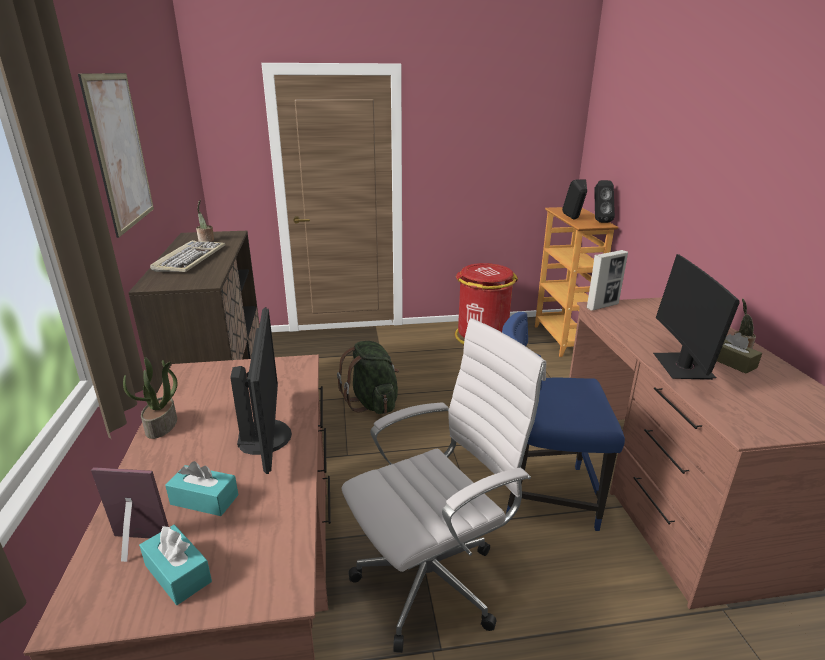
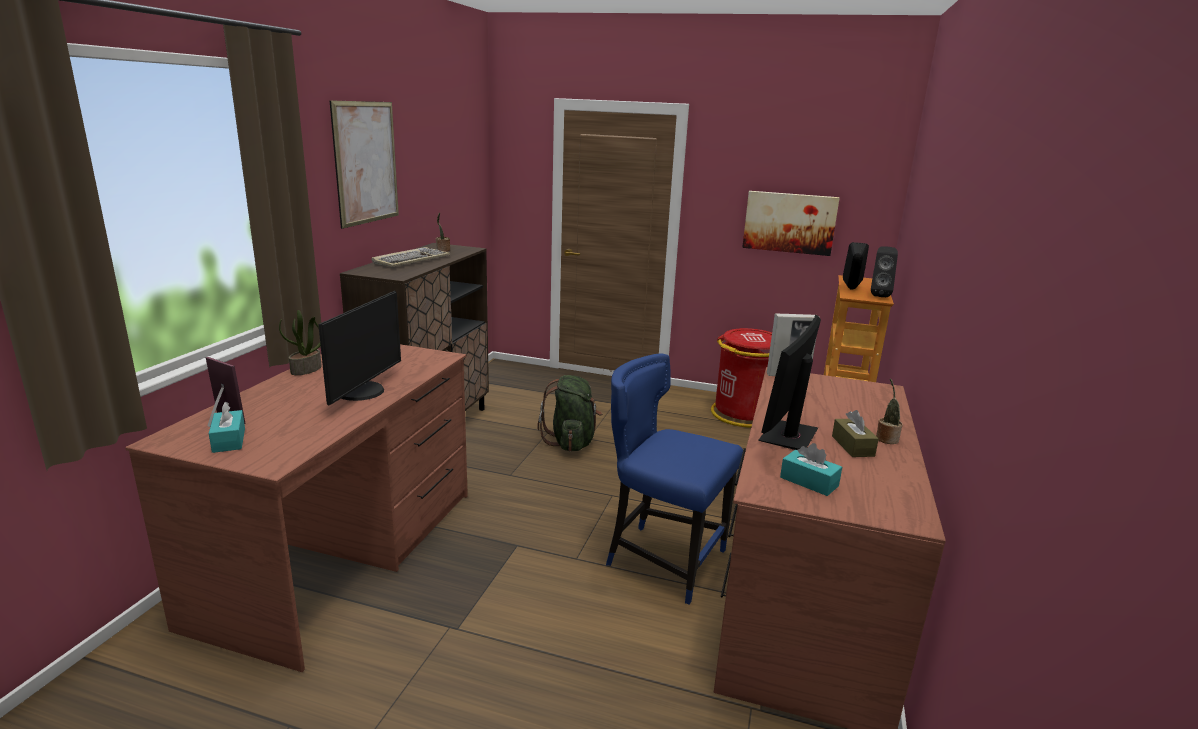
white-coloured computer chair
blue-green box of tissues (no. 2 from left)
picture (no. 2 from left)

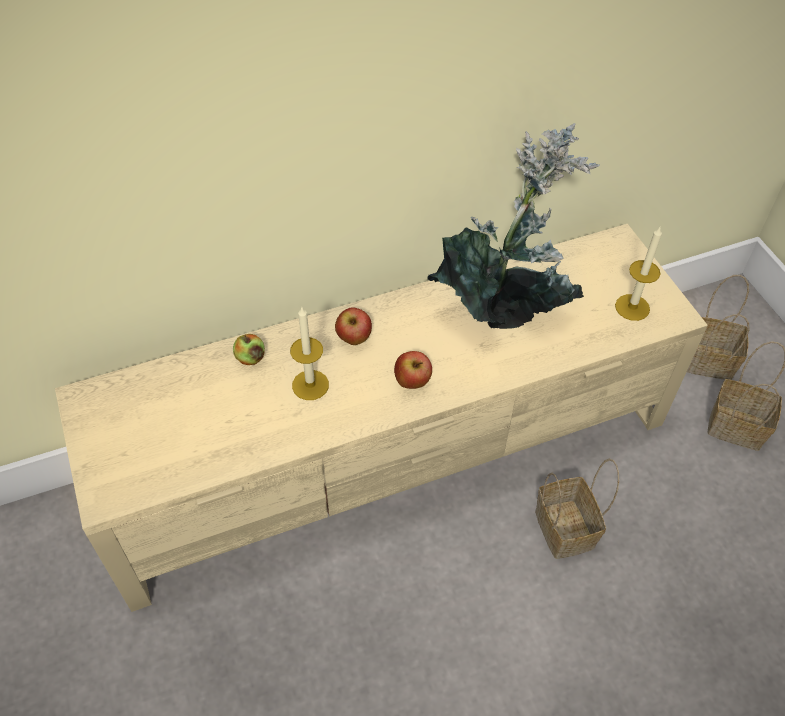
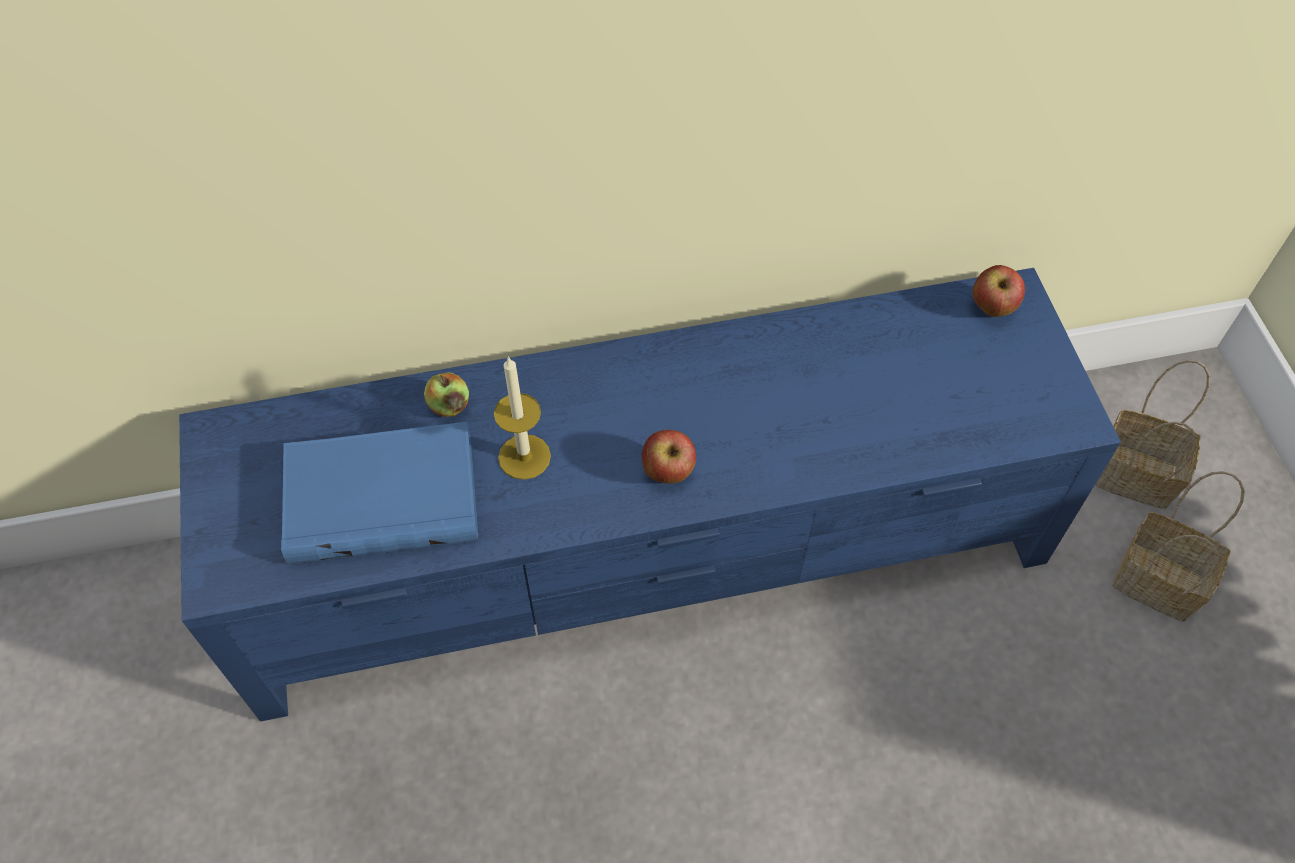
potted plant
bluish tv unit
wax light (no. 2 from left in the first image)
whole apple (no. 3 from left)
household basket (no. 1 from left in the first image)
bluish volume

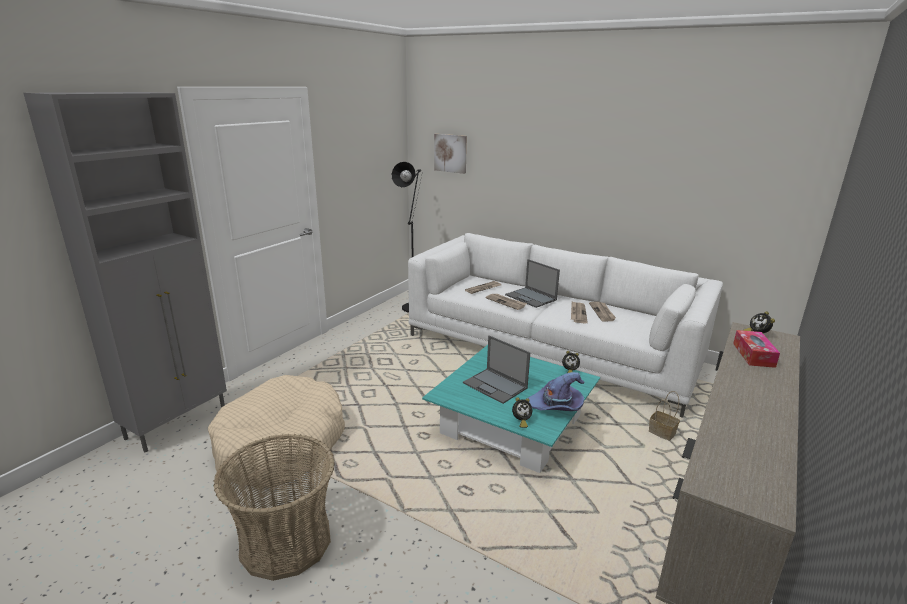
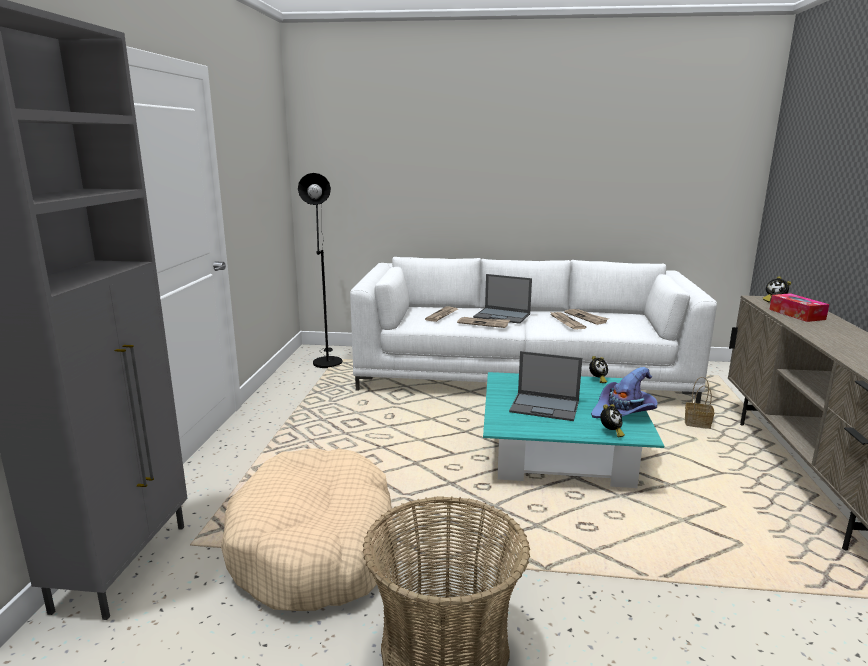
picture

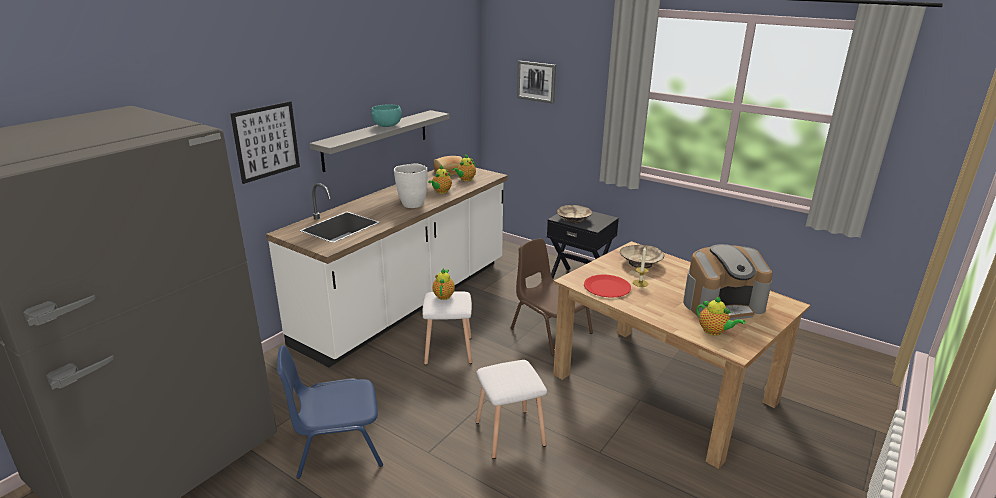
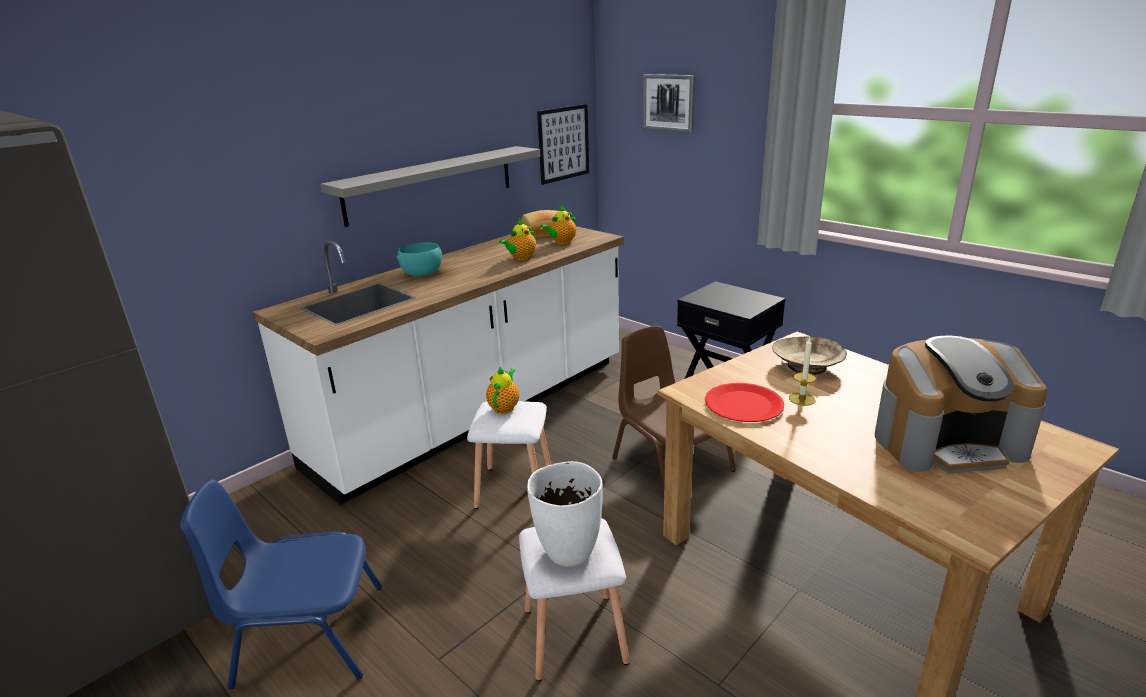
picture (no. 1 from left)
blue-green deep dish
white-coloured decorative vase
sand-coloured deep dish (no. 1 from left in the first image)
pot for tea (no. 4 from left in the first image)

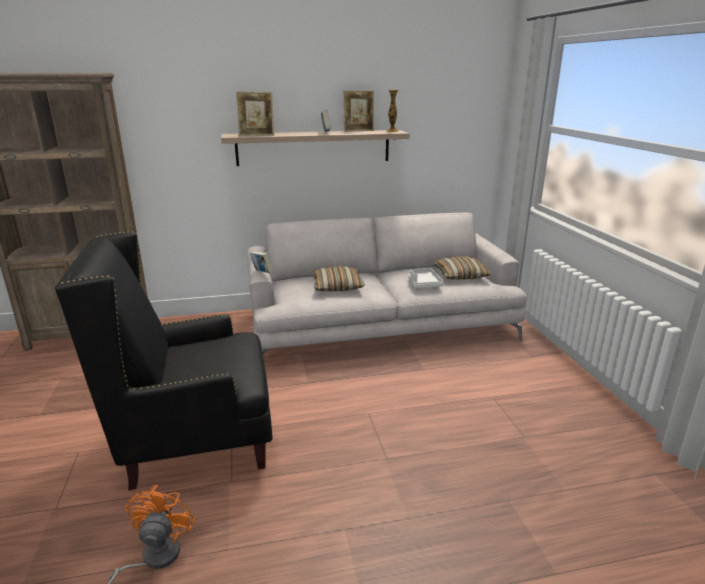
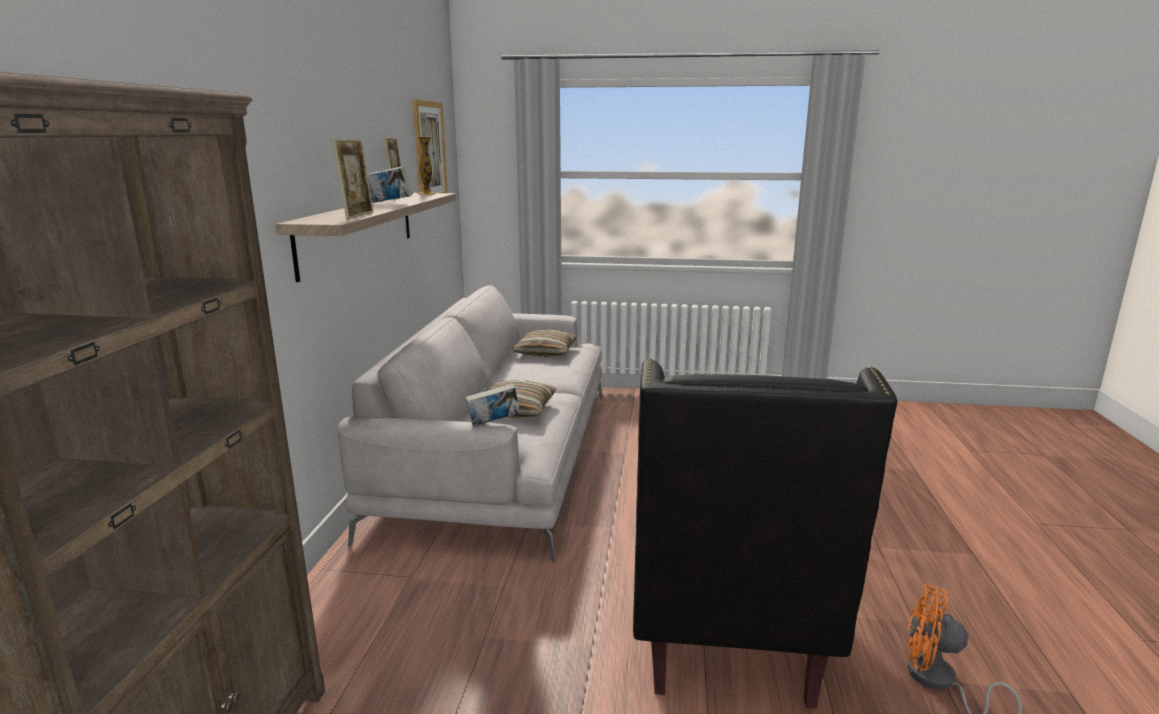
grey tray
picture

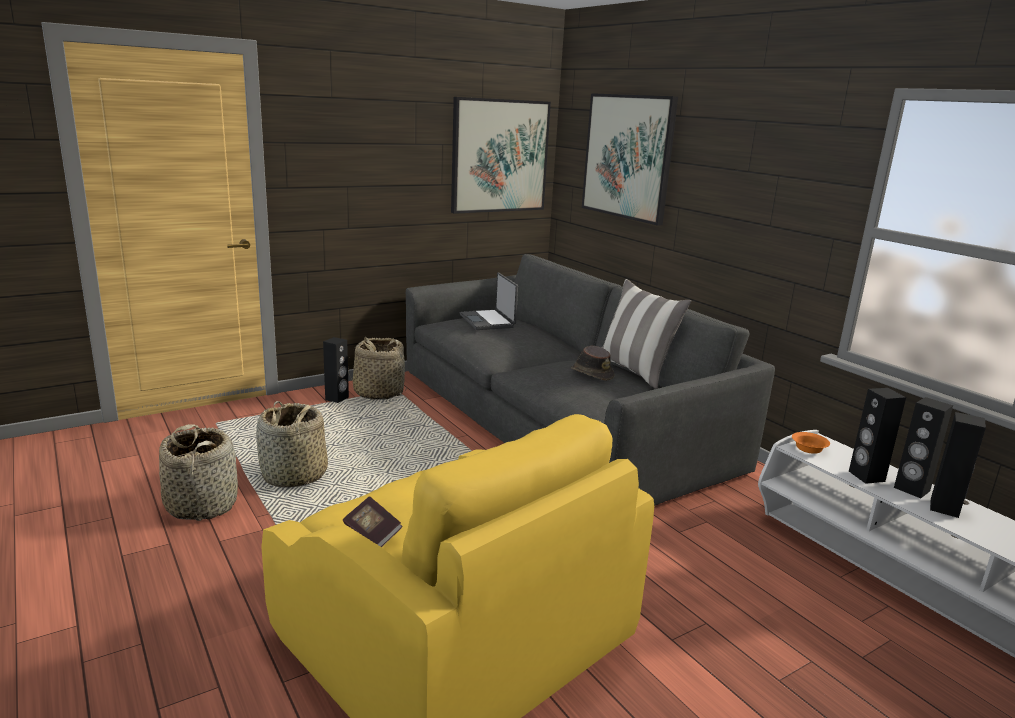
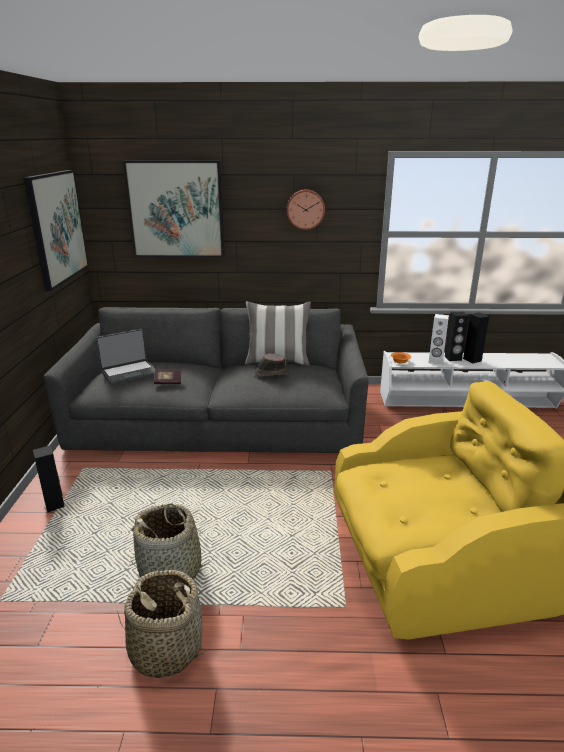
notebook computer
household basket (no. 3 from left in the first image)
white-coloured loudspeaker
volume
wall clock

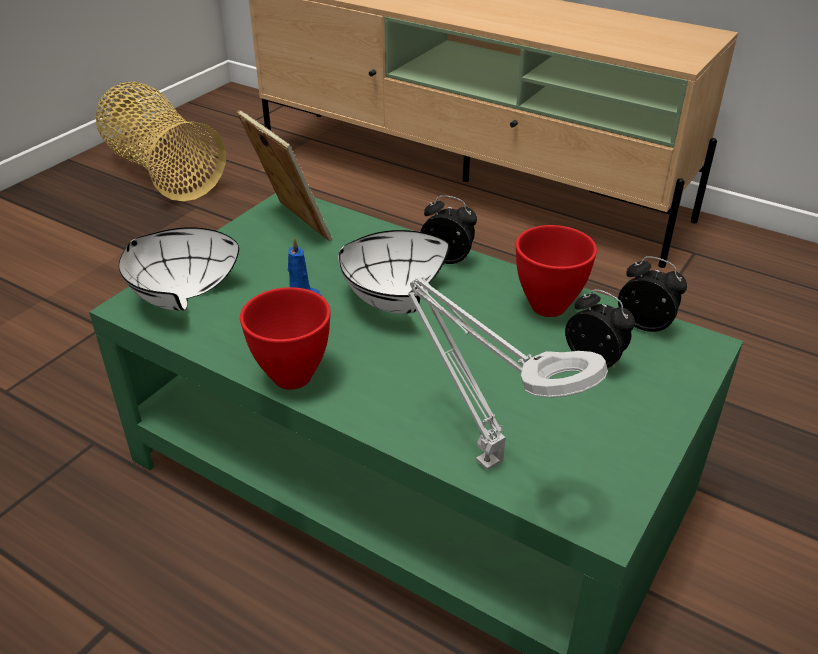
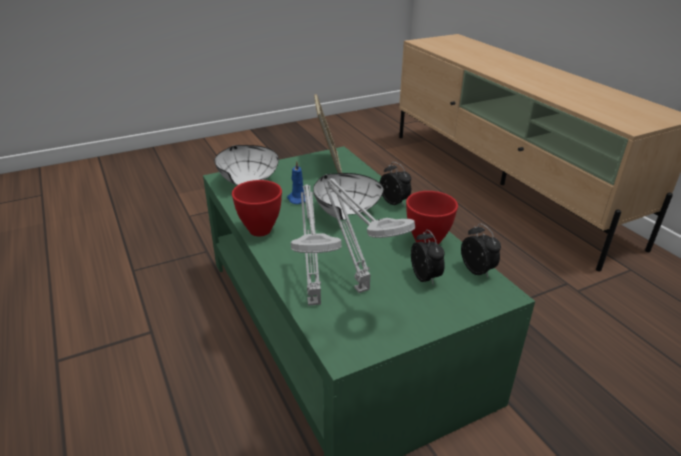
household basket
grey table lamp (no. 2 from left)

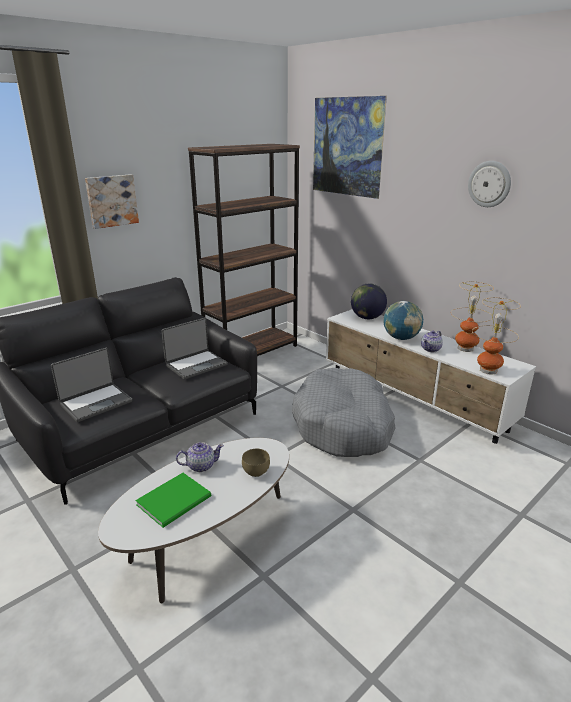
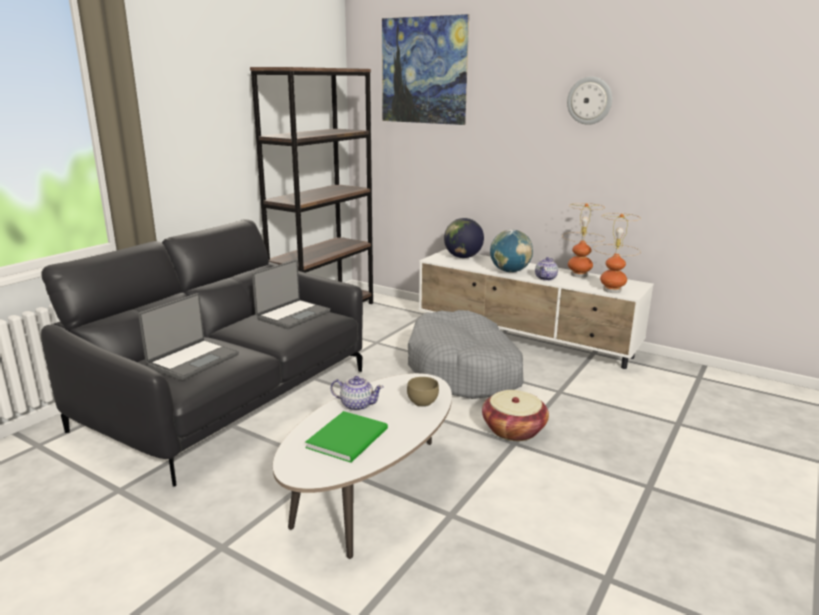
picture (no. 1 from left in the first image)
pot for tea (no. 1 from left)
household basket

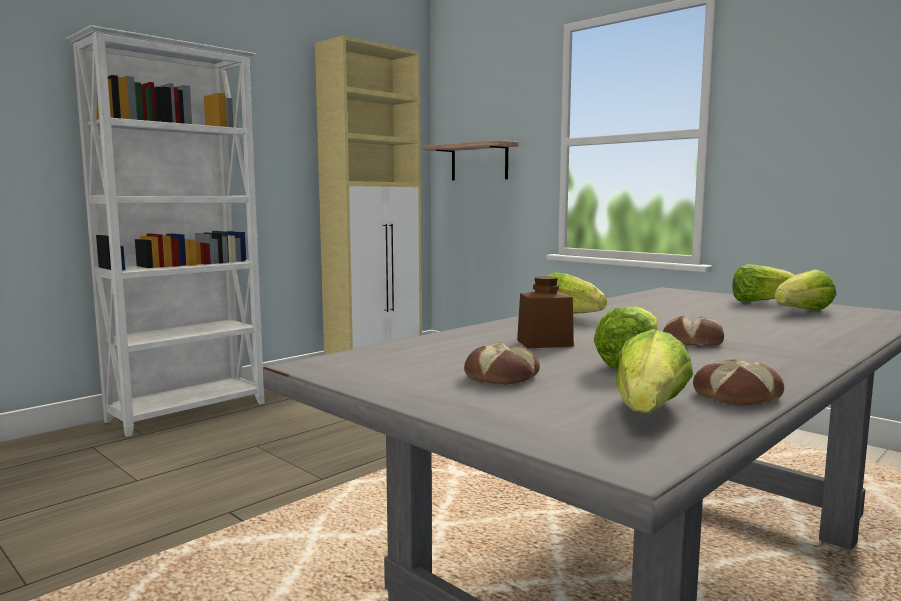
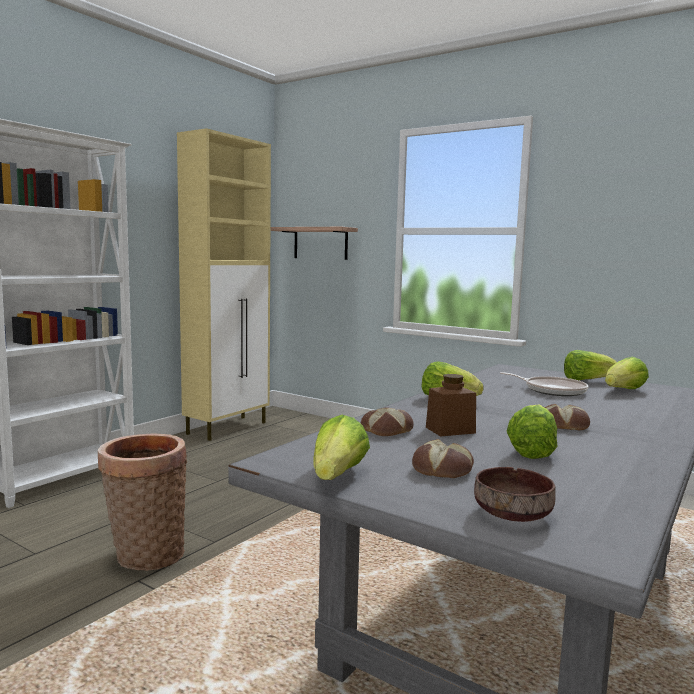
lettuce (no. 1 from left)
bakery bread (no. 1 from left)
frying pan
household basket
brownish deep dish

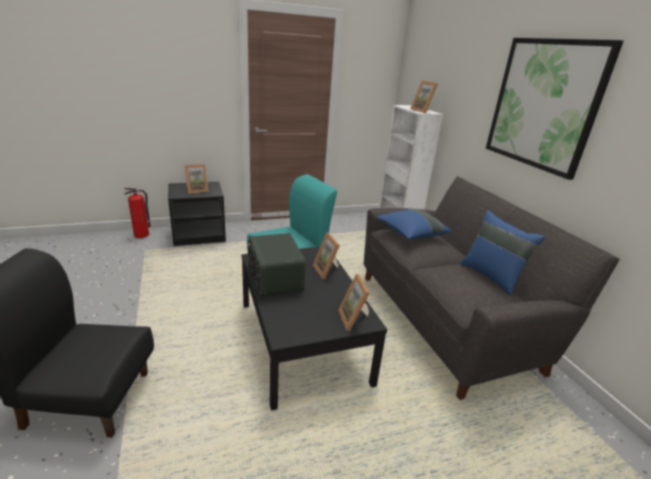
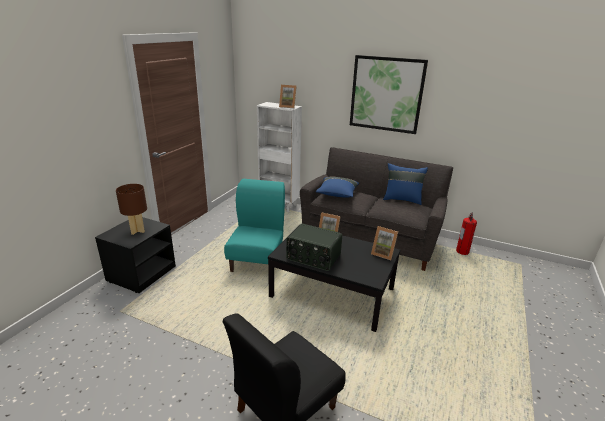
brownish table lamp
extinguisher

